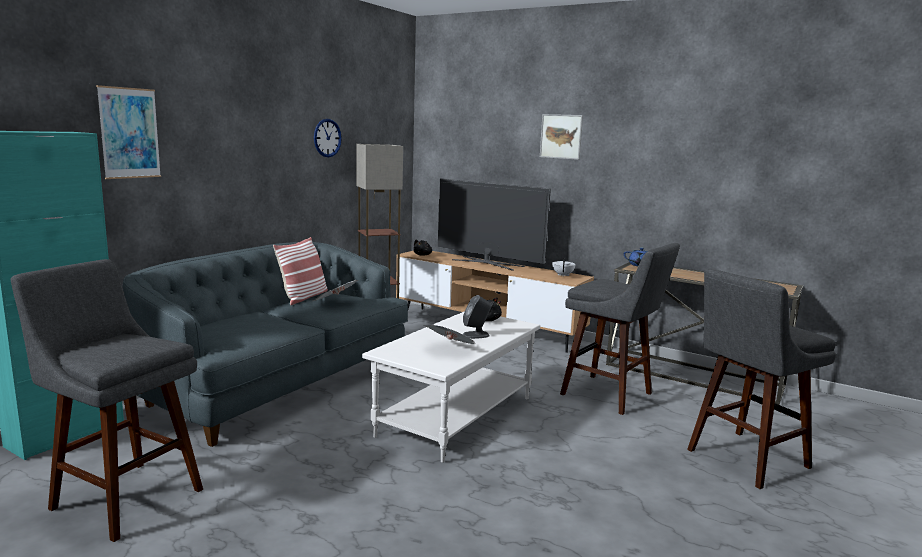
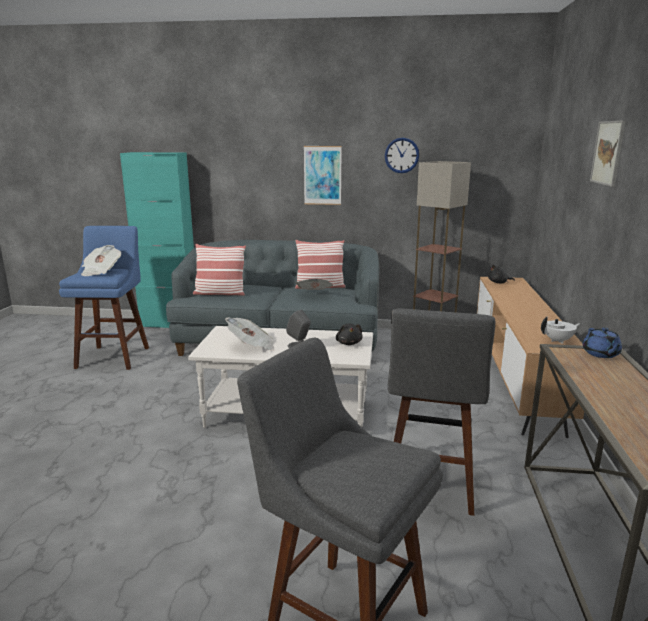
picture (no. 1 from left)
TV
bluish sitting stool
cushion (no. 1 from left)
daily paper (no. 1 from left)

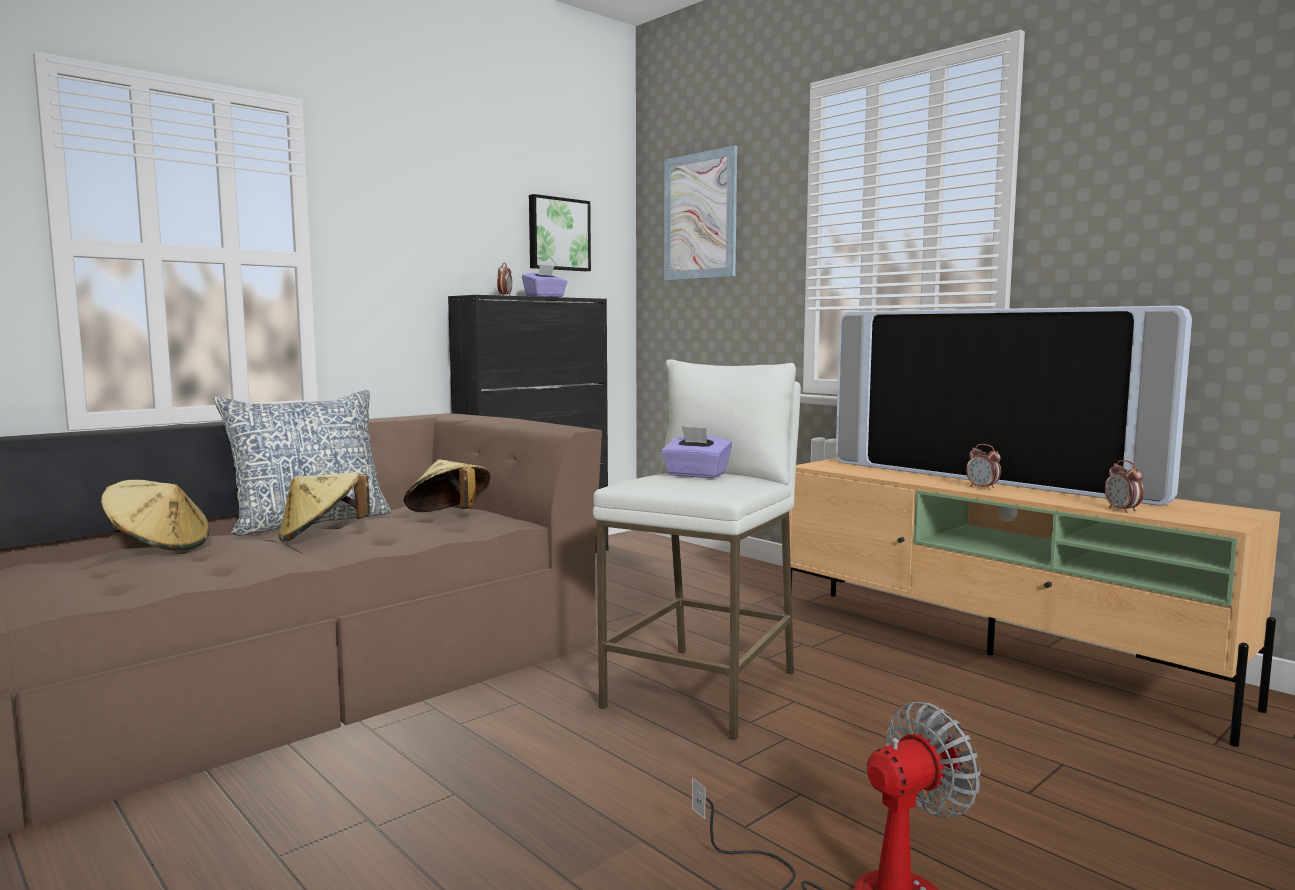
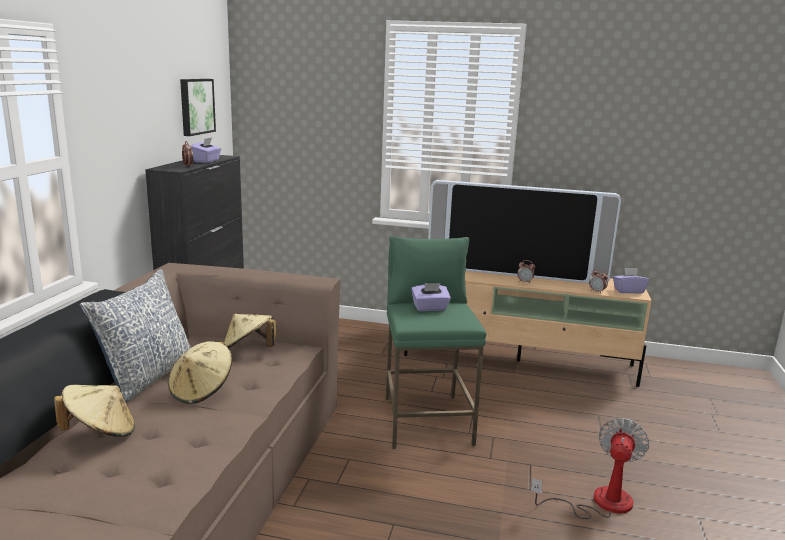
picture (no. 2 from left in the first image)
greenish sitting stool
purple-coloured box of tissues (no. 3 from left)

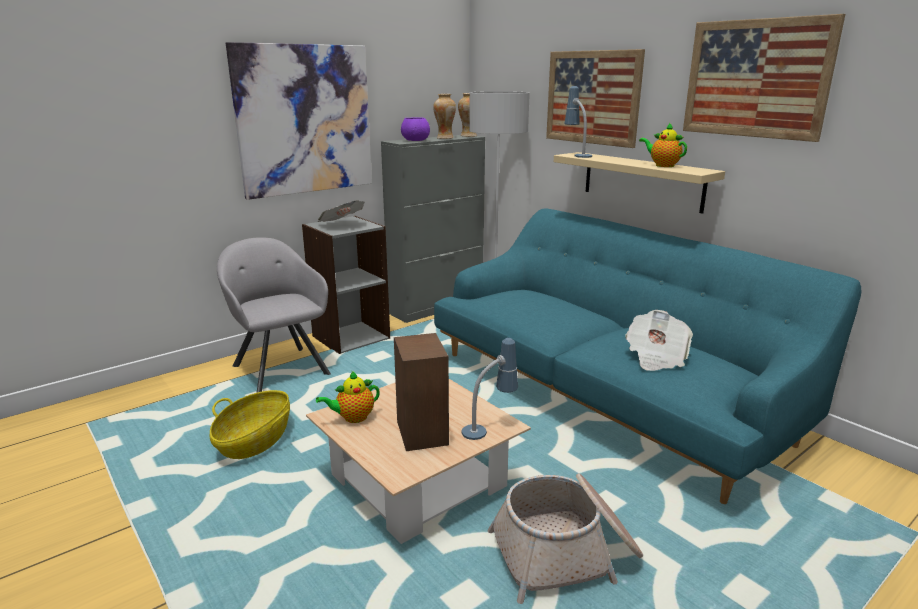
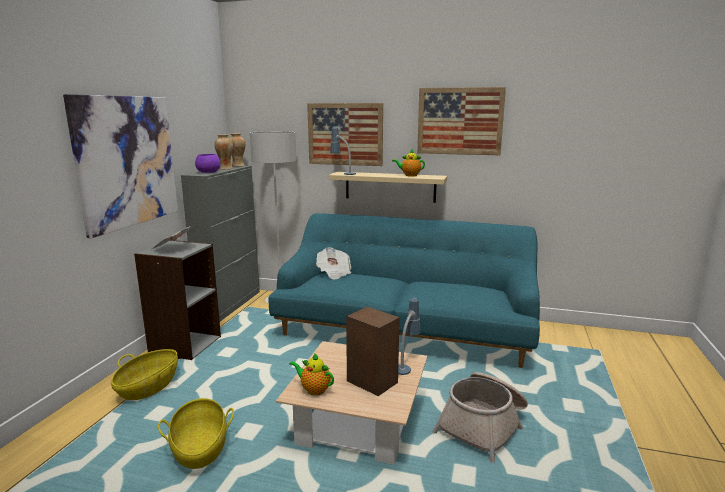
household basket (no. 1 from left)
daily paper (no. 2 from left)
pot for tea (no. 1 from left)

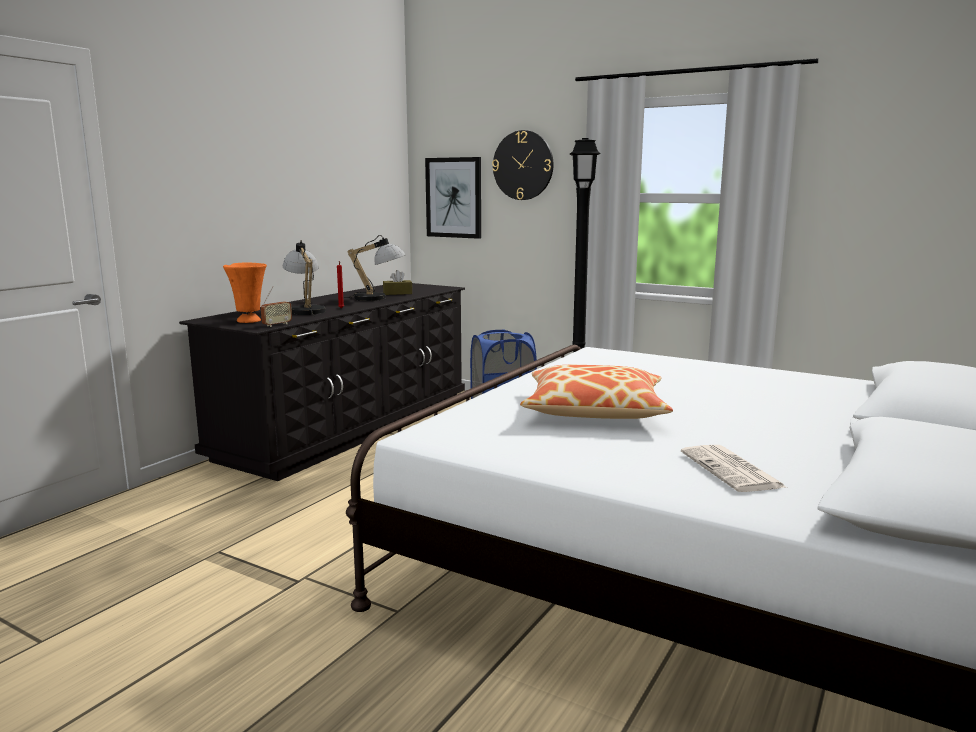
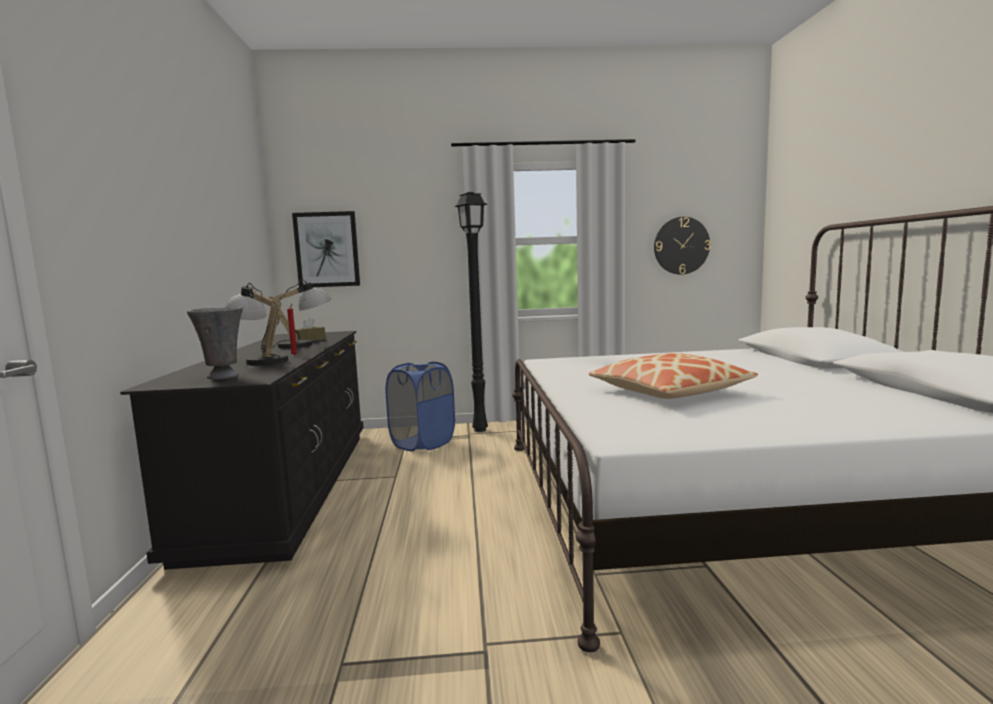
wall clock
grey decorative vase
radio
daily paper

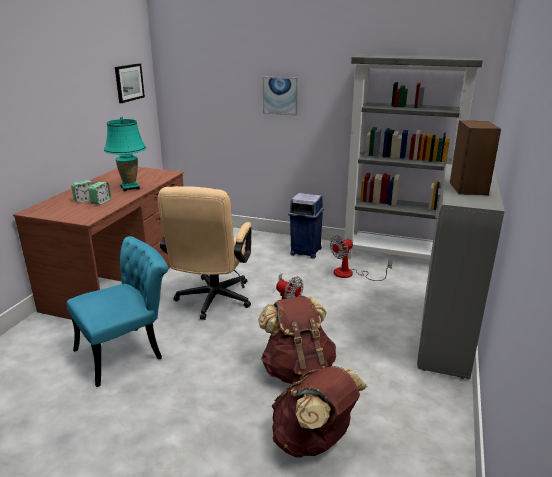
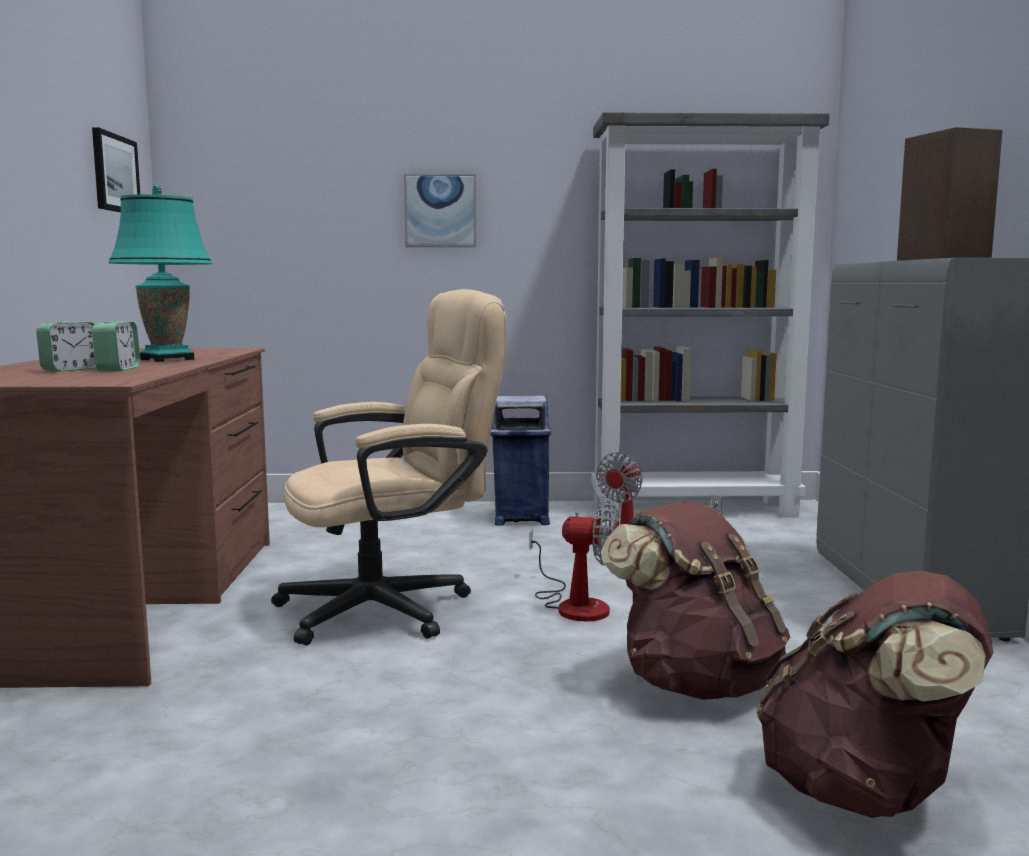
sand-coloured computer chair
blue-green chair

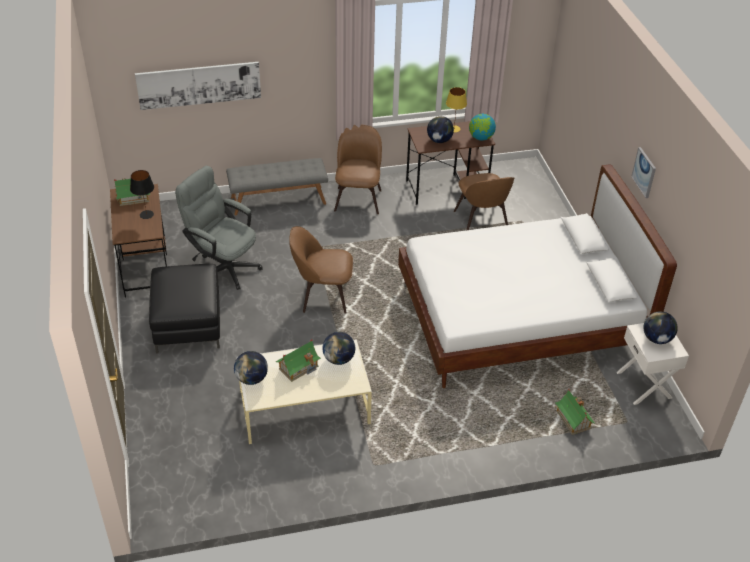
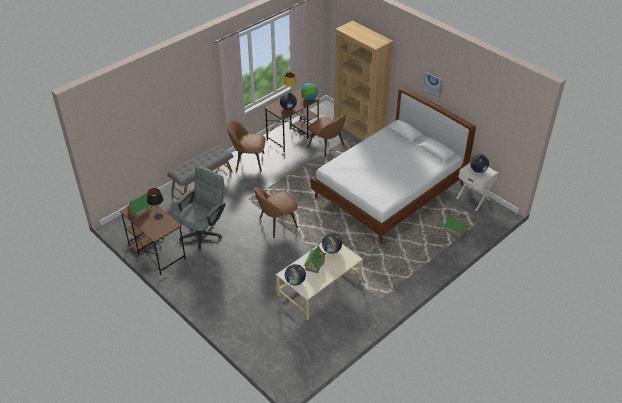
picture (no. 1 from left in the first image)
brownish chair (no. 1 from left)
grey computer chair
black-coloured ottoman
brownish bookcase

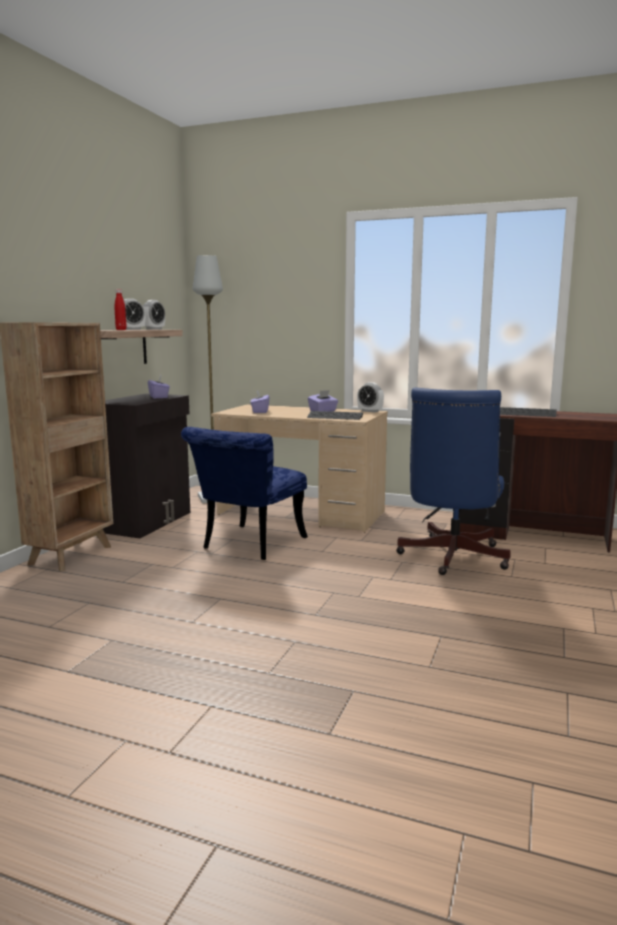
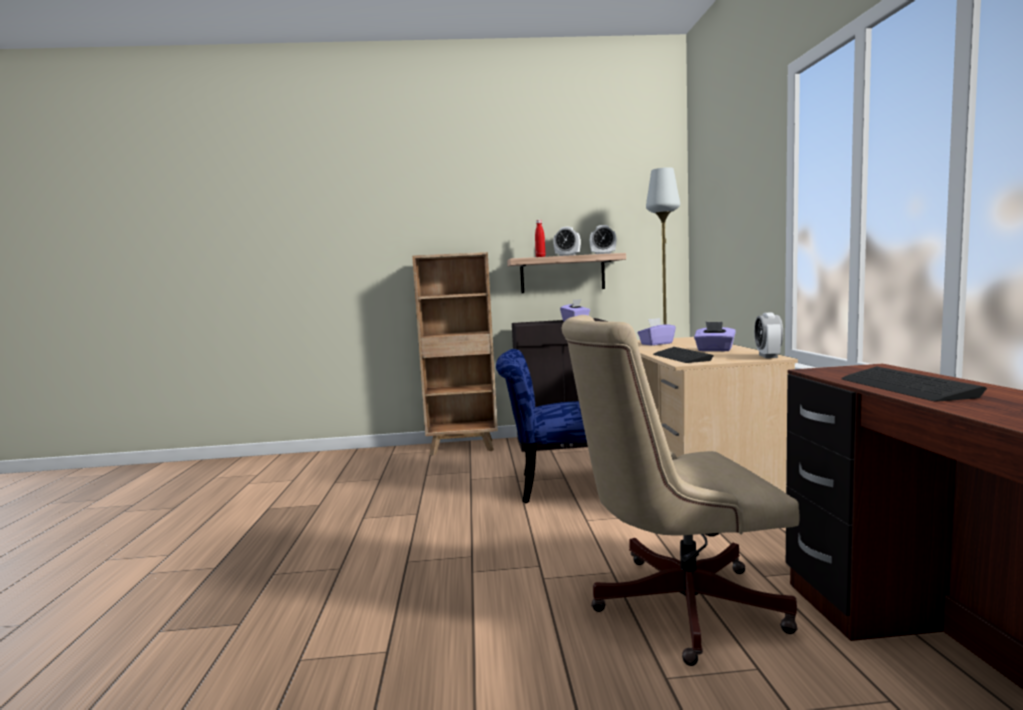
sand-coloured computer chair

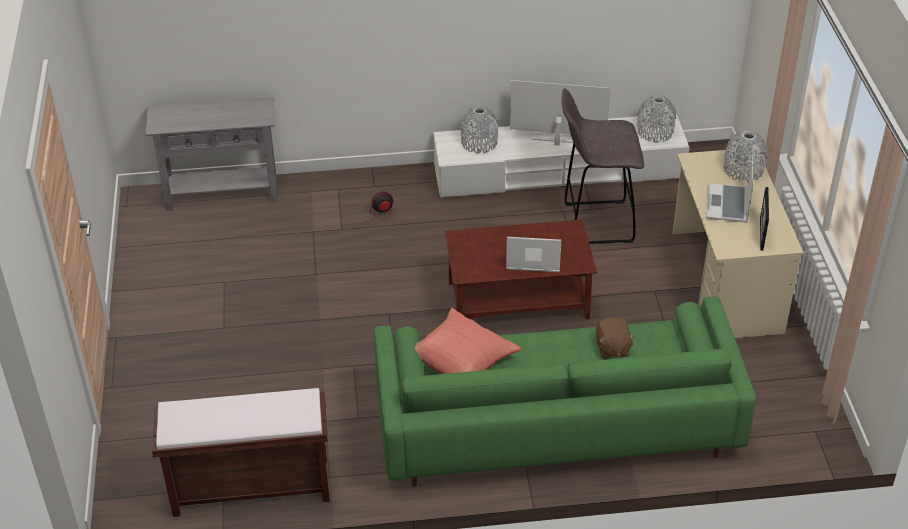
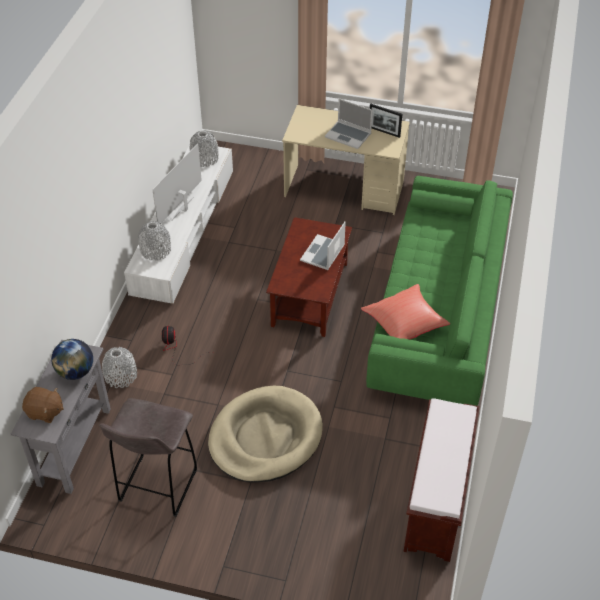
grey sitting stool
grey decorative vase (no. 1 from left)
brownish soft toy
world globe
sand-coloured dog bed

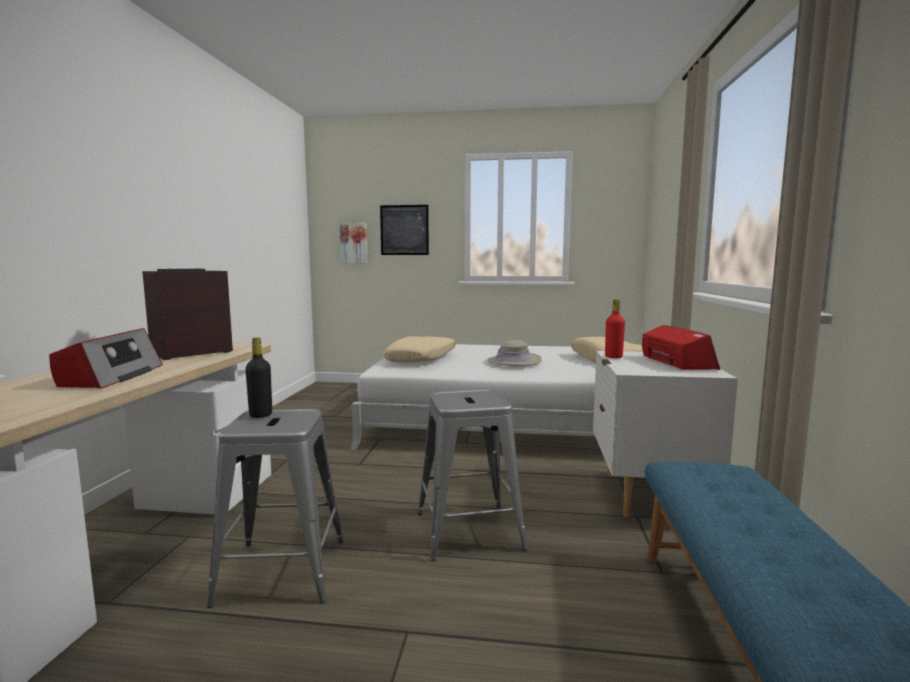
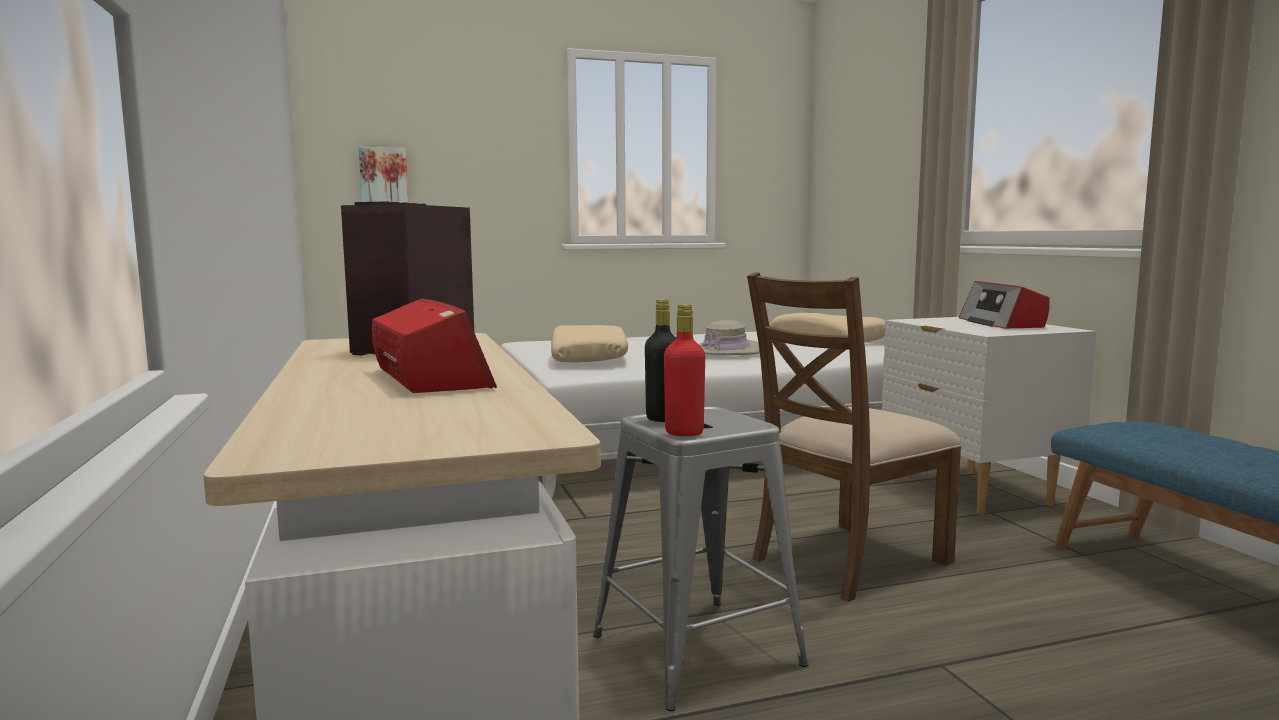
picture (no. 2 from left in the first image)
red-coloured bottle
radio (no. 3 from left)
brownish chair

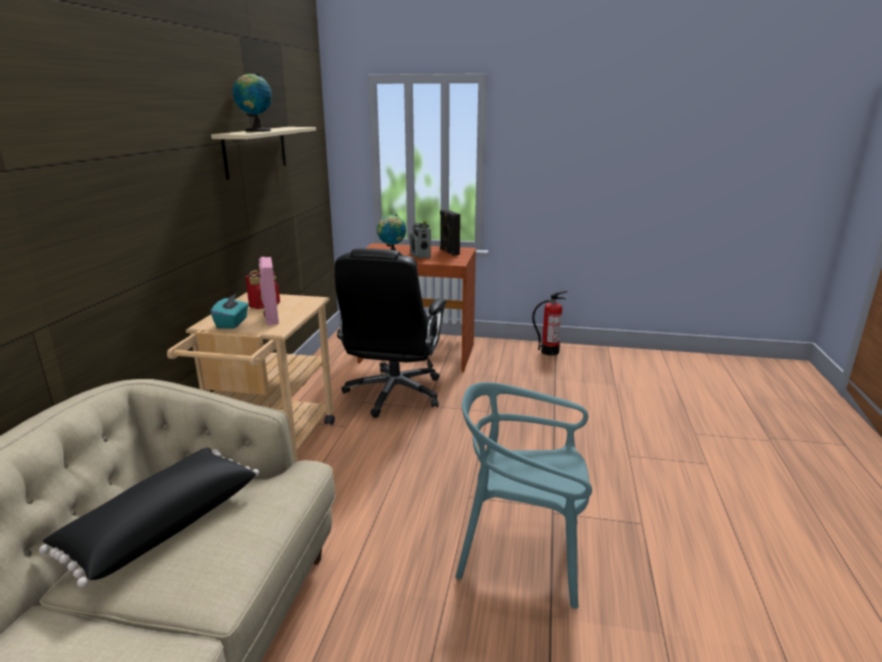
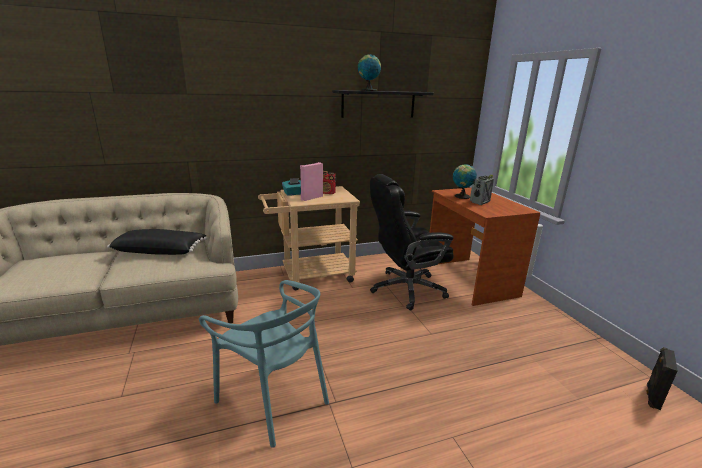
black-coloured shelf
black-coloured loudspeaker
extinguisher
blue-green chair

